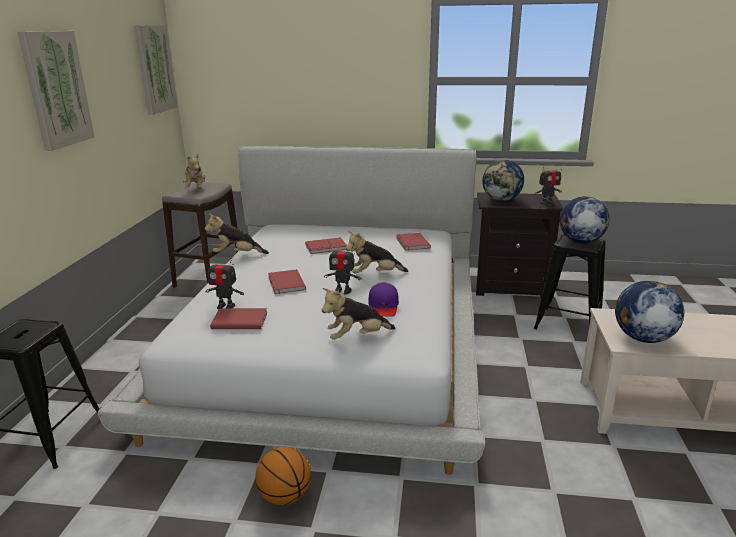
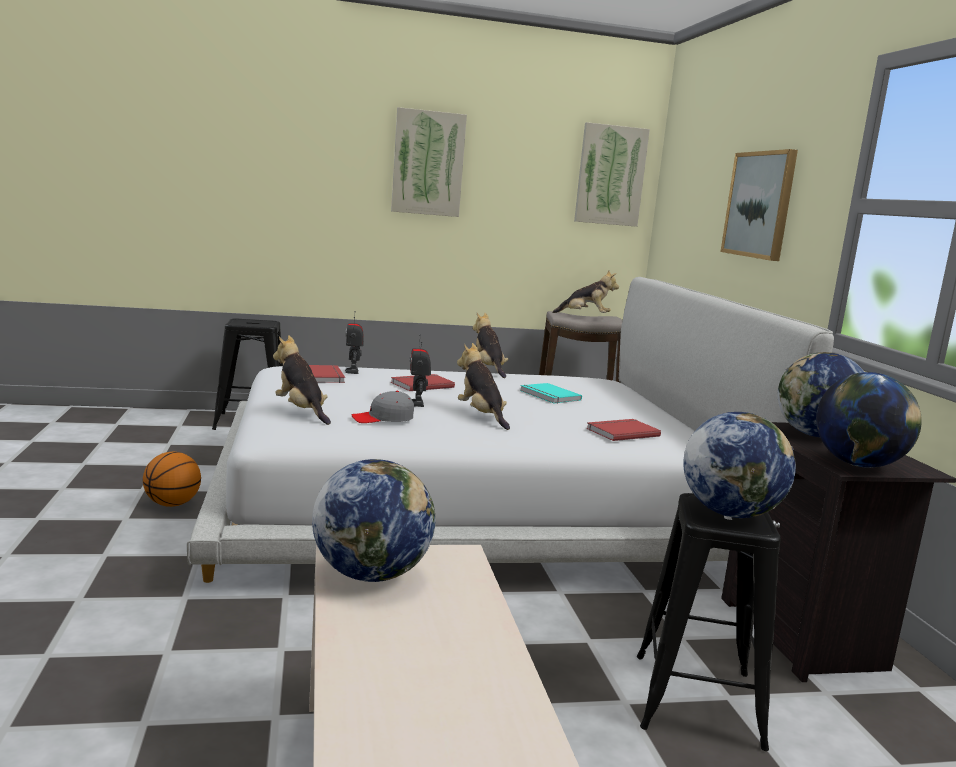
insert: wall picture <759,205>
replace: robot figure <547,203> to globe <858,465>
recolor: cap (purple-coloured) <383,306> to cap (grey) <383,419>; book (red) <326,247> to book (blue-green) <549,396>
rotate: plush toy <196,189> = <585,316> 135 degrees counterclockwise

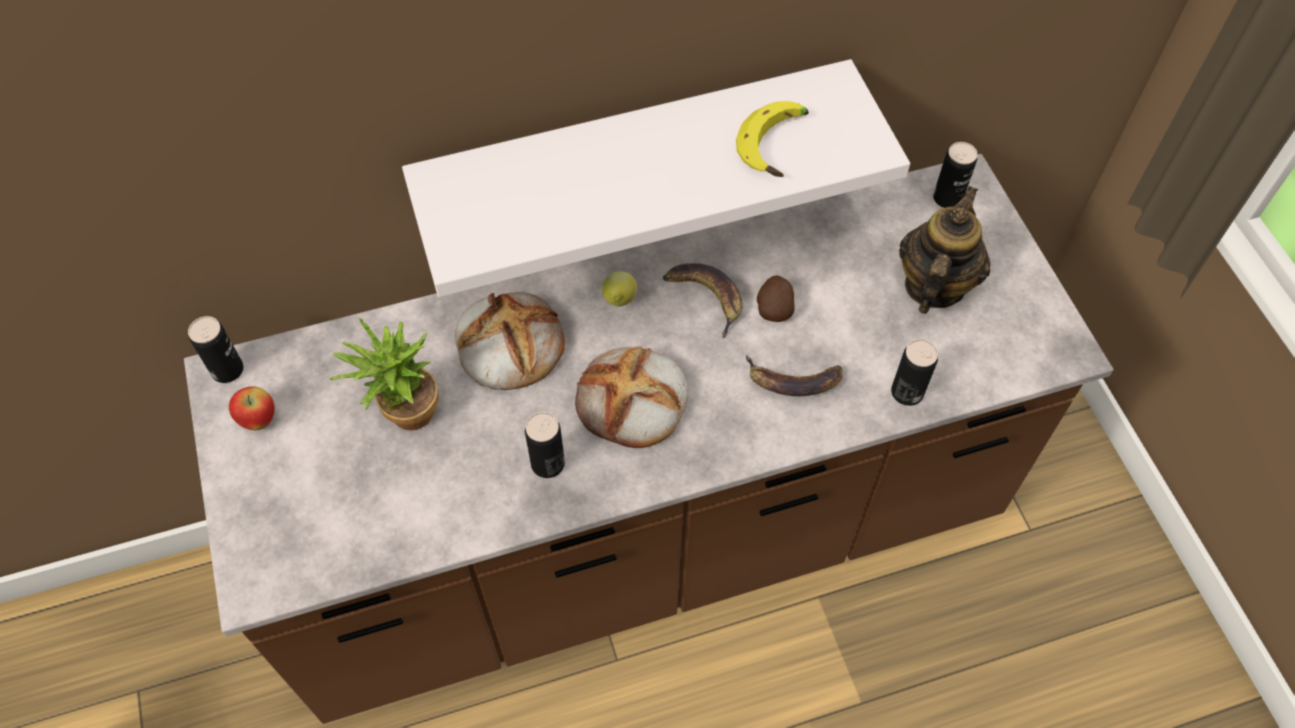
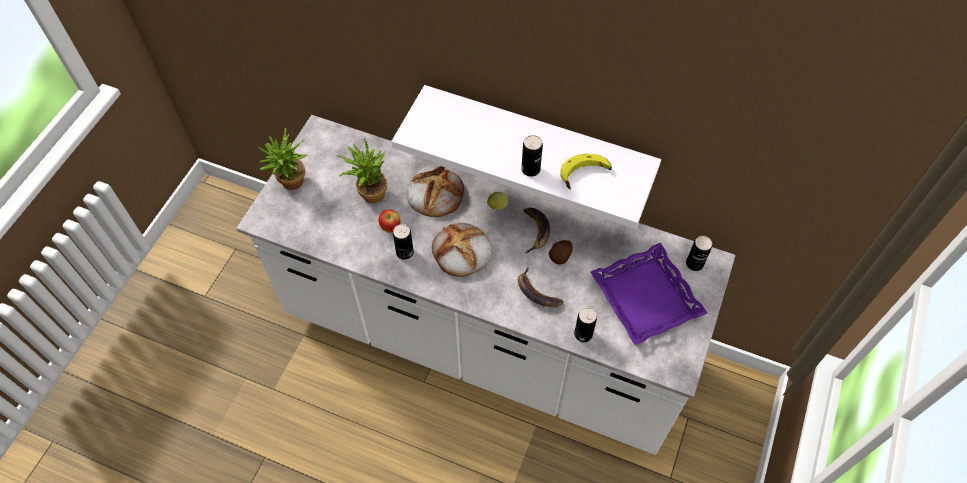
insert: plant in a pot <291,185>
move: apple fruit <258,419> to <390,227>; metal can <227,370> to <530,169>
replace: teapot <933,285> to carrying tray (purple-coloured) <645,297>
recolor: kitchen base unit (brown-coloured) <647,538> to kitchen base unit (white) <483,340>

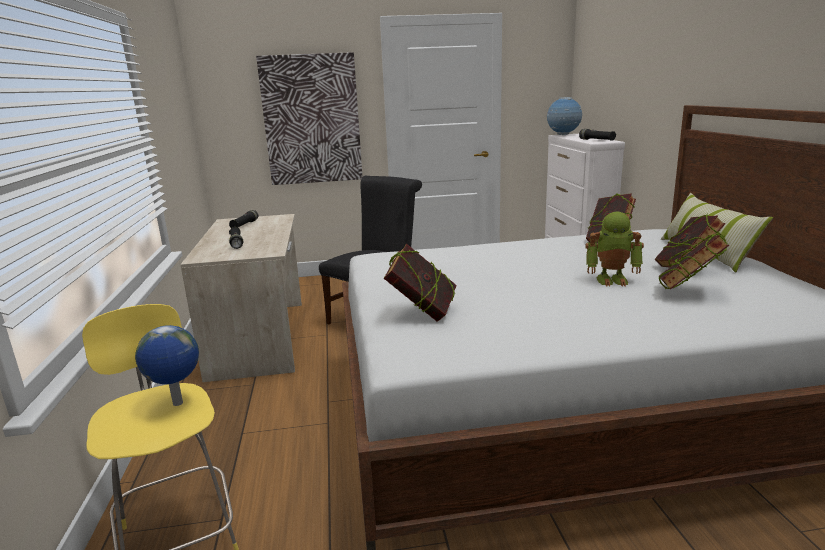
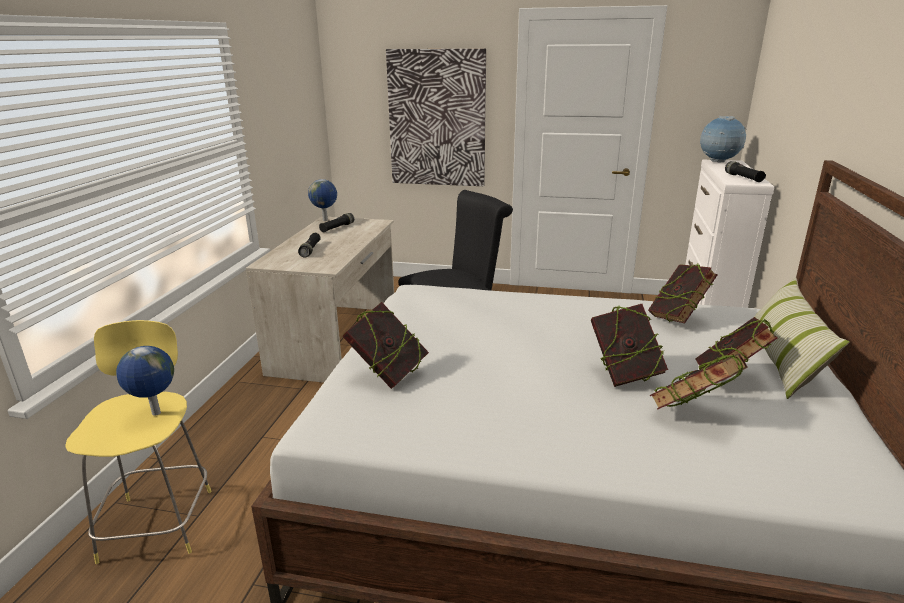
insert: globe <325,220>
replace: robot figure <612,279> to book <624,375>

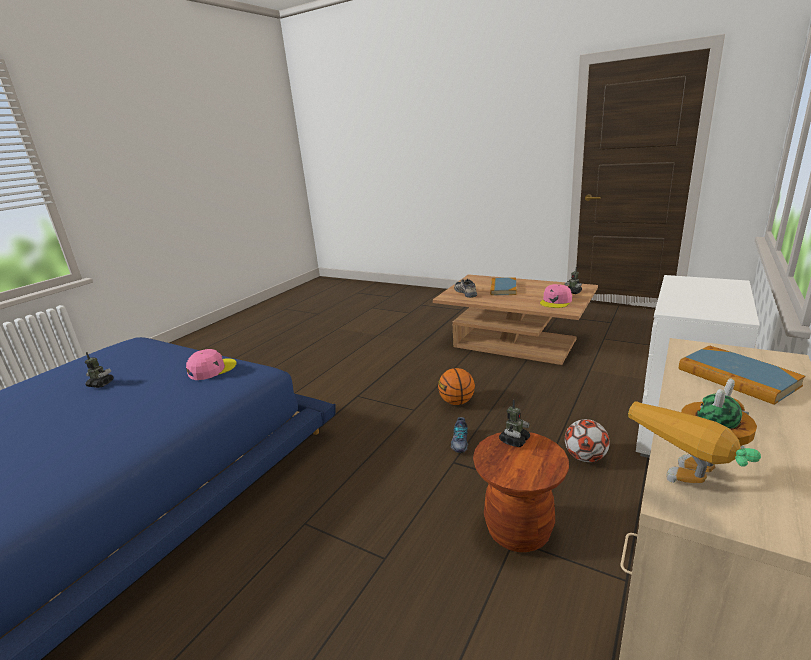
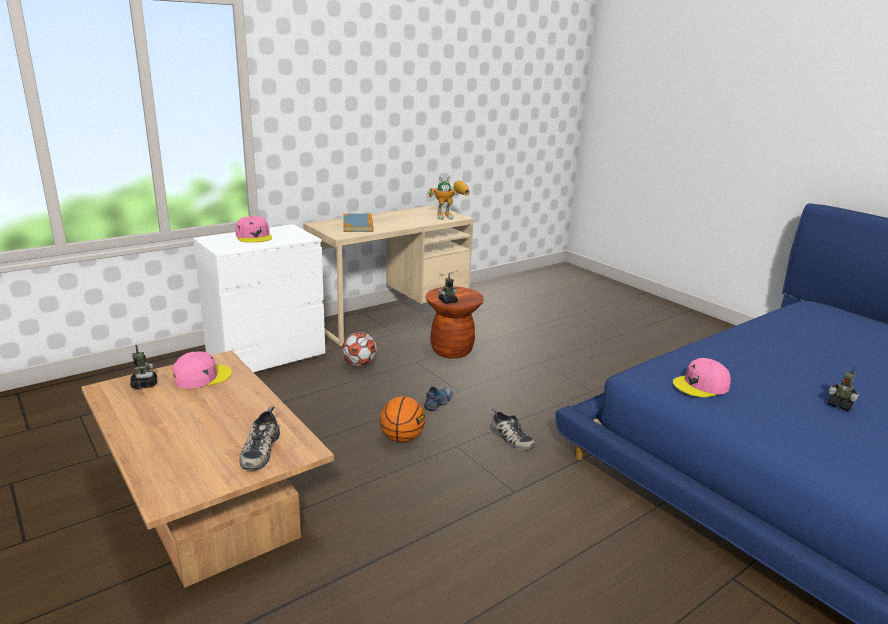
delete: book <503,288>
insert: cap (pink-coloured) <254,236>; item of footwear <510,438>

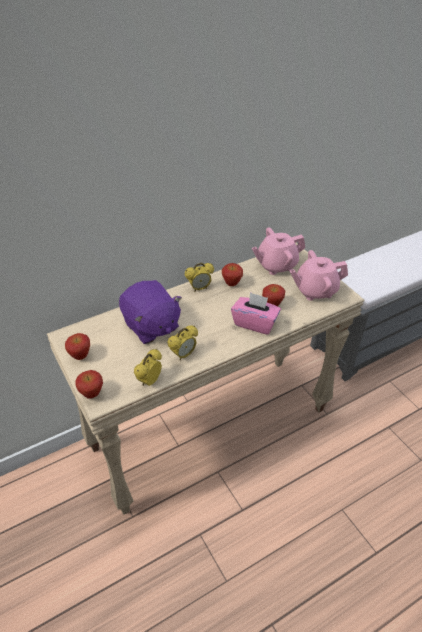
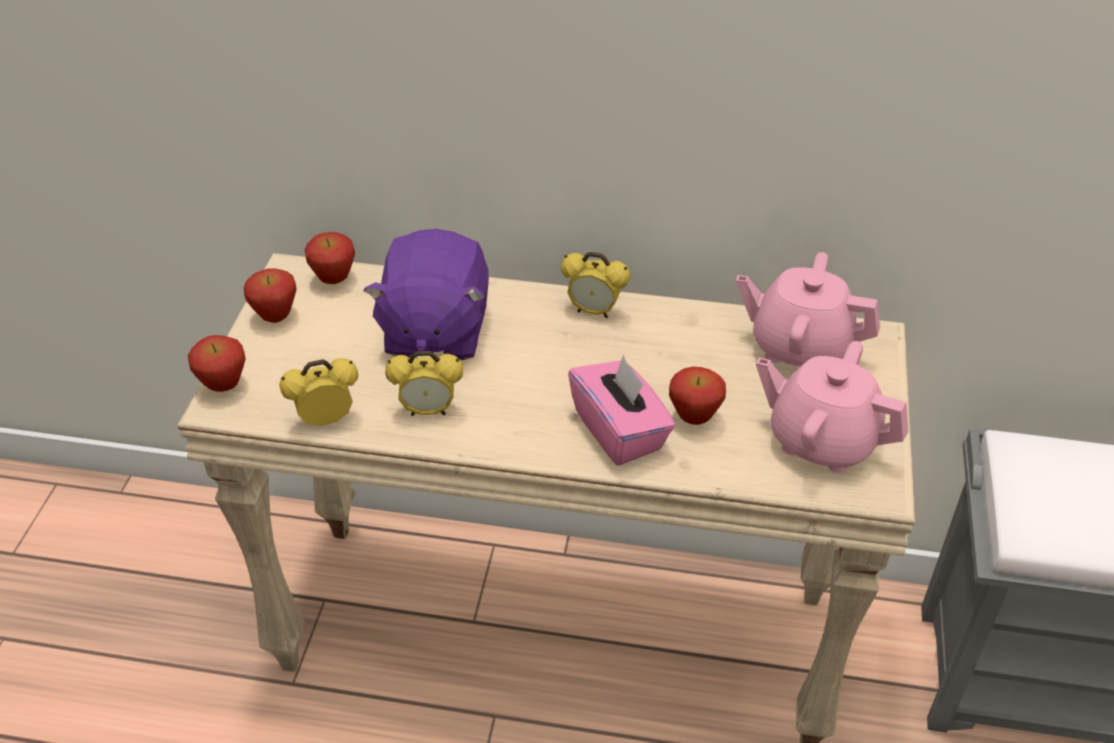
move: apple fruit <232,284> to <334,280>

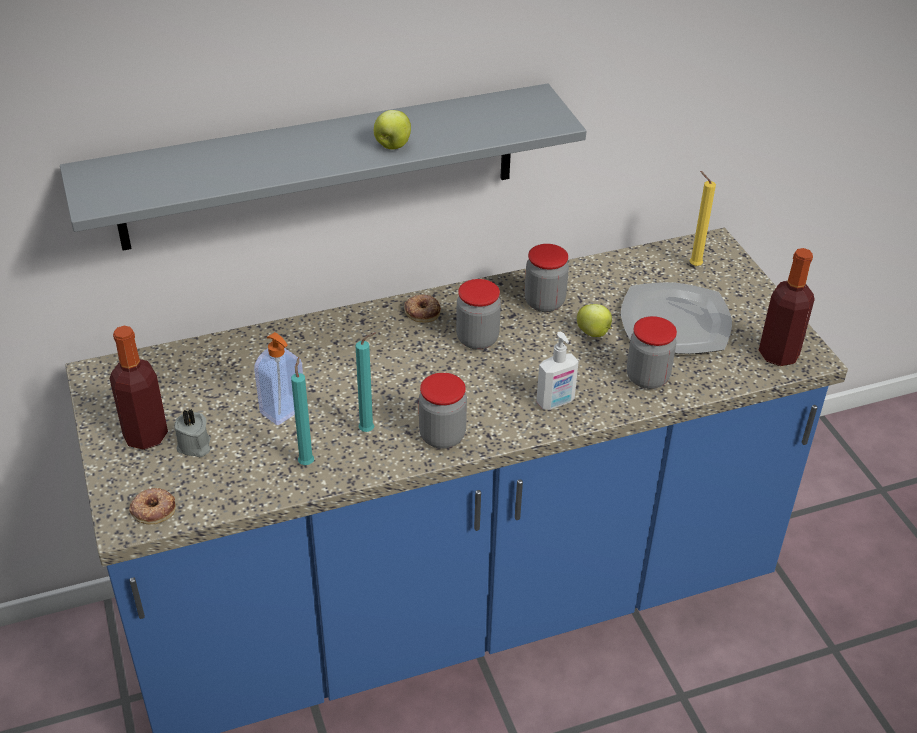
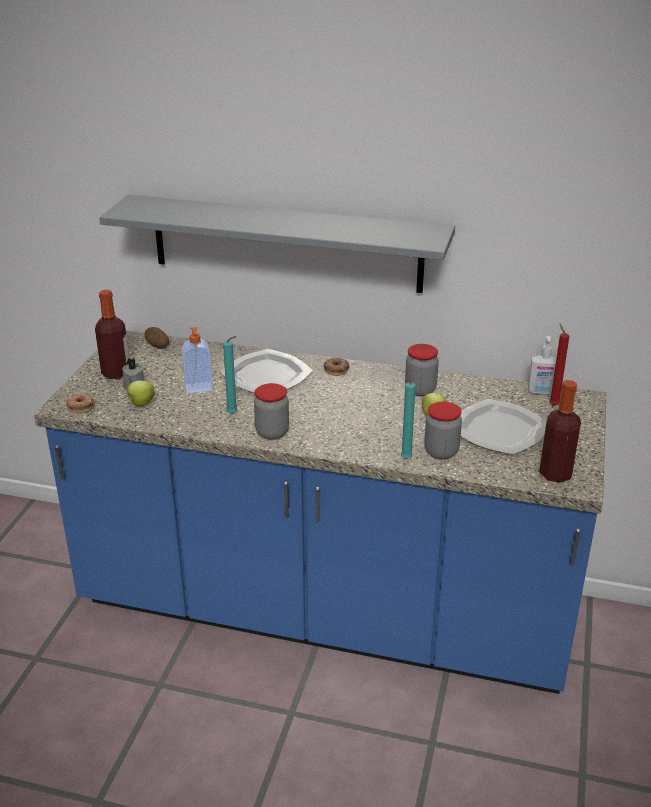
delete: preserve jar <477,339>
insert: spud <157,346>; plate <266,376>
move: apple fruit <392,146> to <141,404>; wax candle (blue-green) <307,462> to <407,458>; soap bottle <555,402> to <541,392>
recolor: wax candle (yellowish) <693,265> to wax candle (red) <553,404>

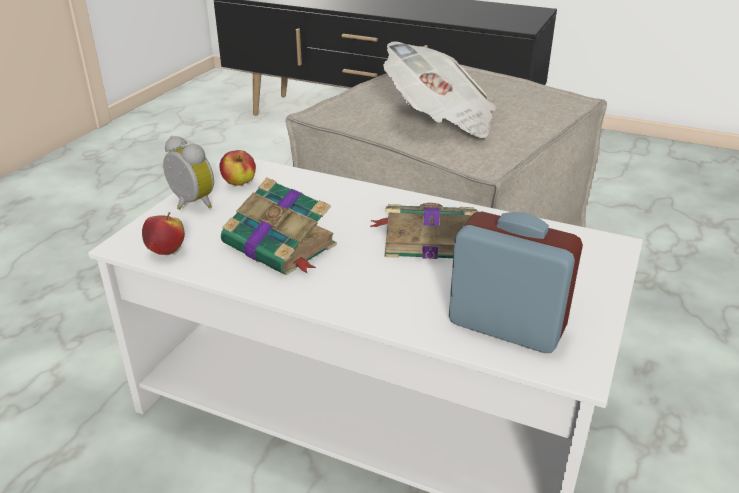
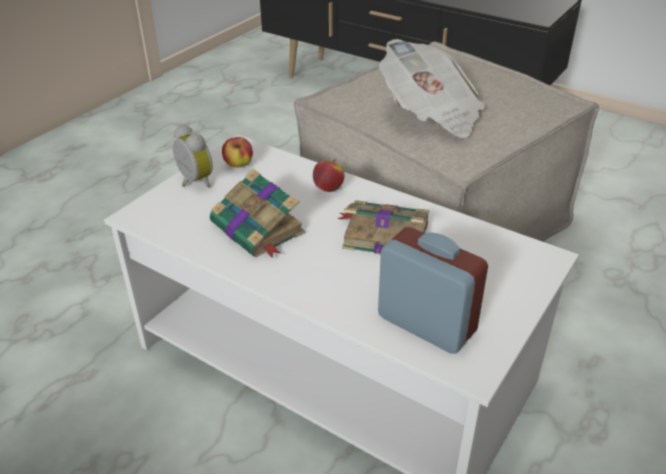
move: apple fruit <166,251> to <328,188>

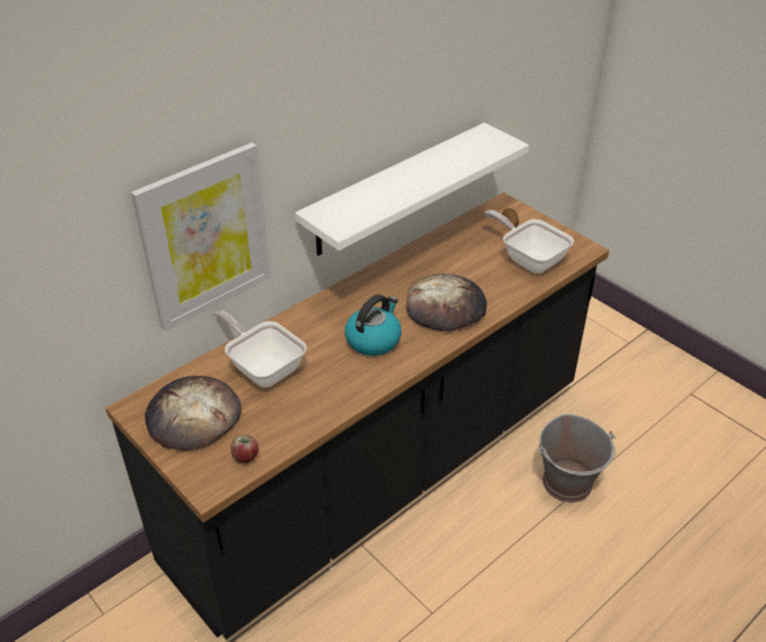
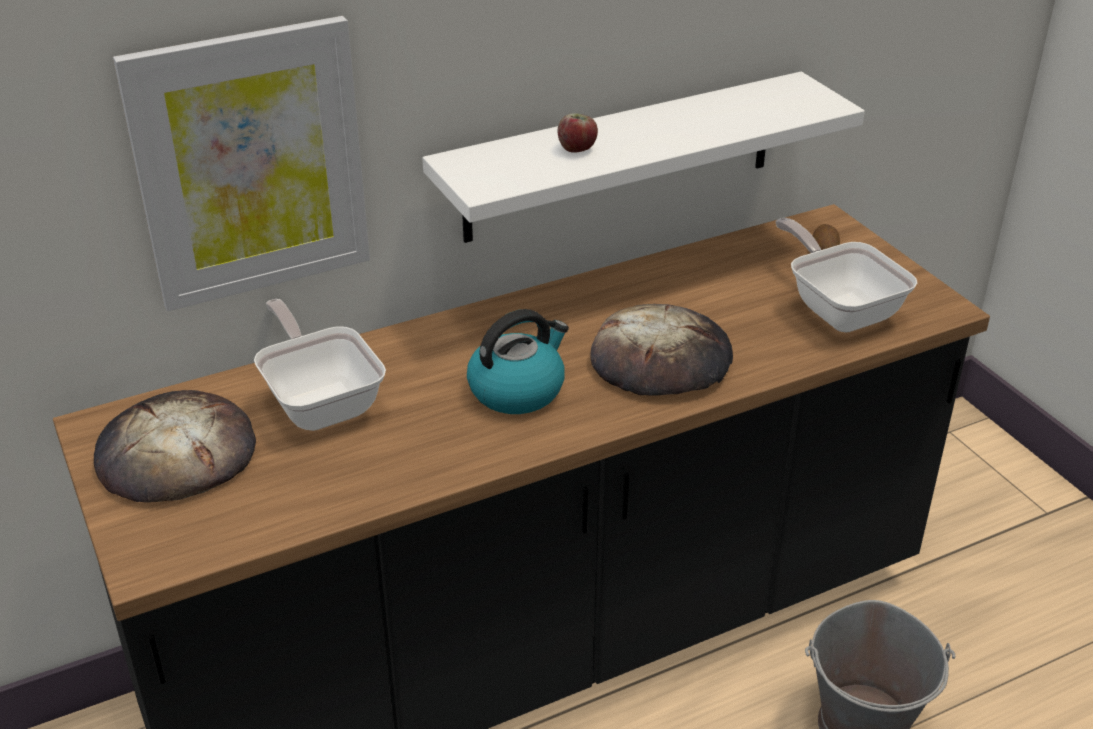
move: apple fruit <246,457> to <577,149>

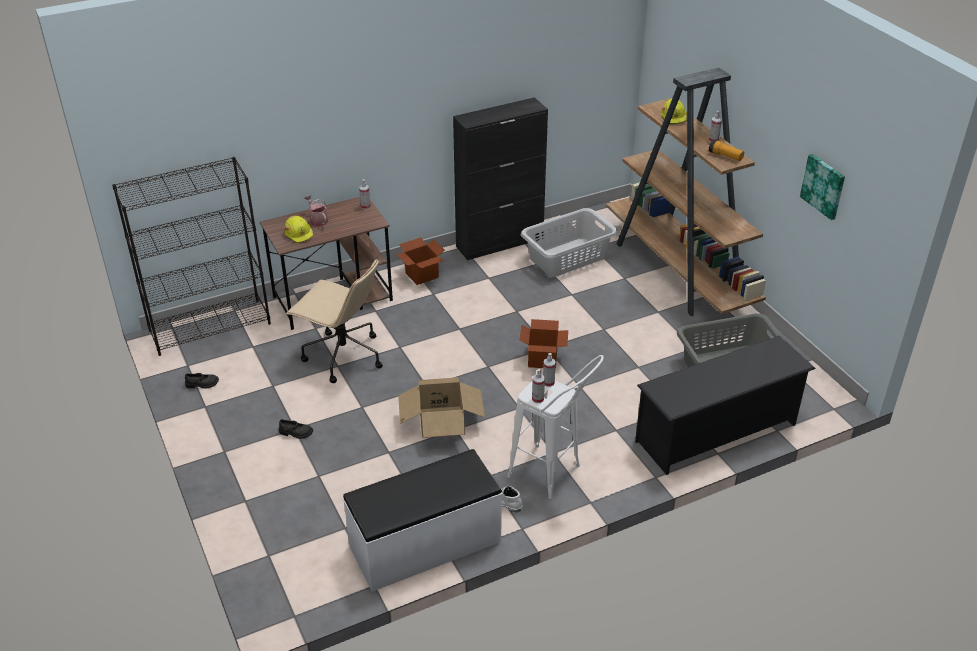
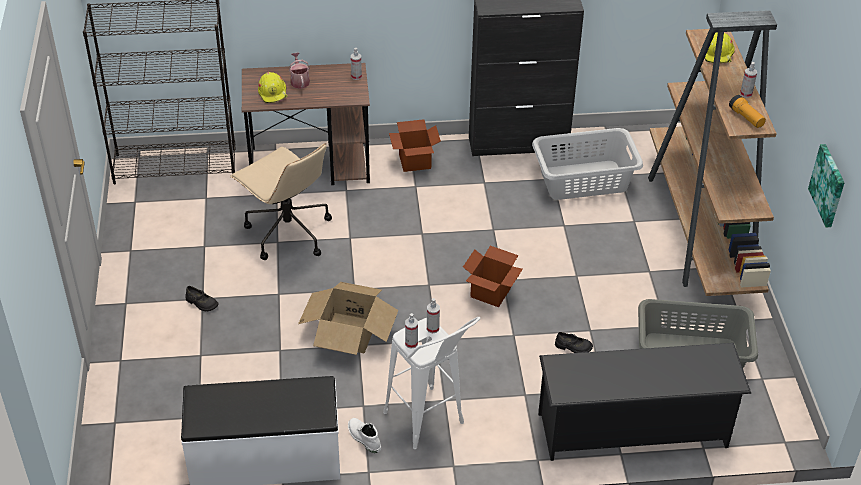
move: item of footwear (blackish) <202,384> to <573,347>

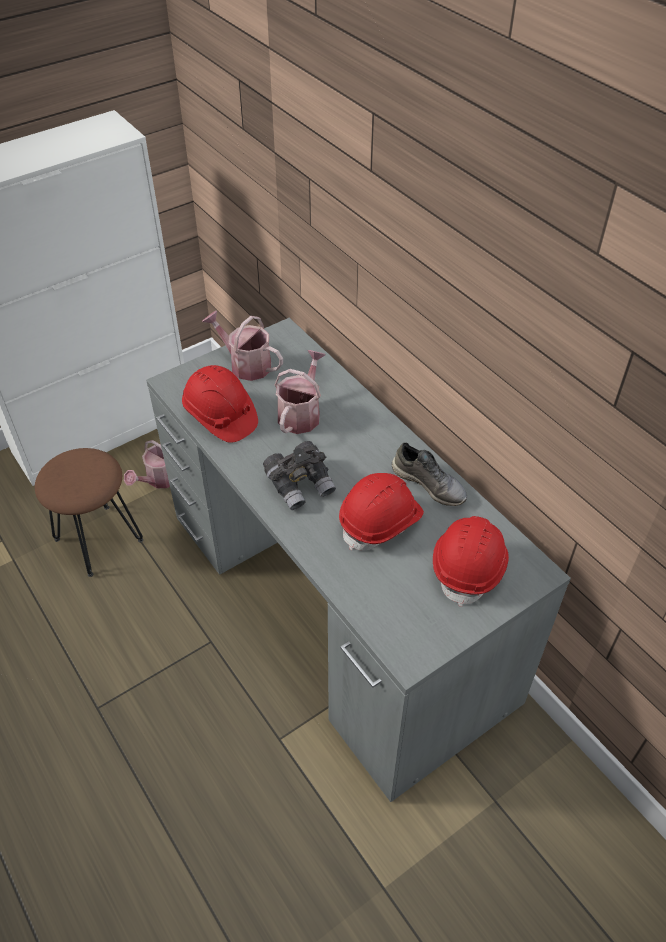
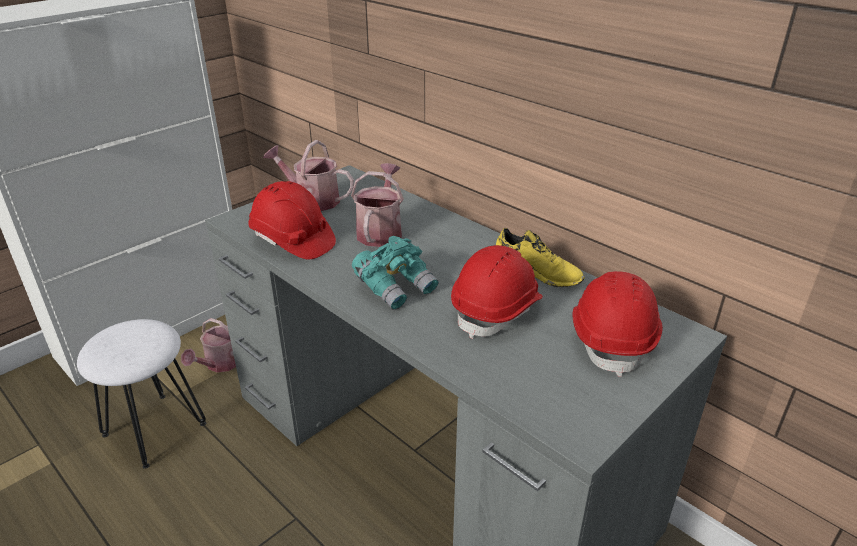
recolor: sitting stool (brown-coloured) <99,539> to sitting stool (white) <155,428>; pair of binoculars (grey) <300,485> to pair of binoculars (blue-green) <396,287>; item of footwear (grey) <429,483> to item of footwear (yellowish) <537,272>

